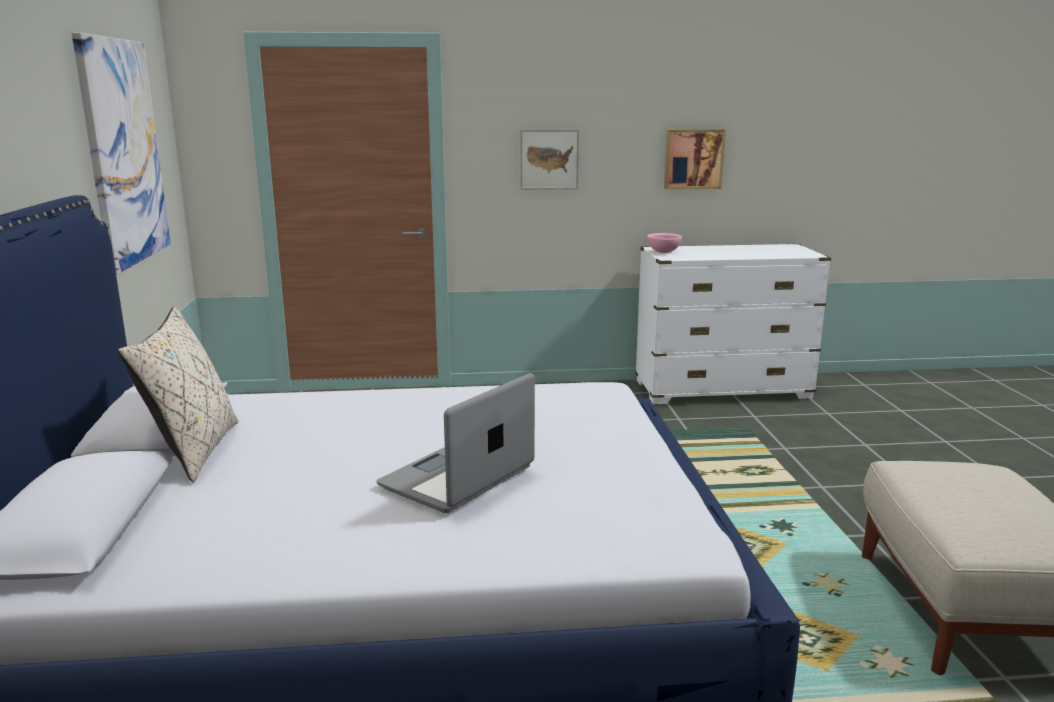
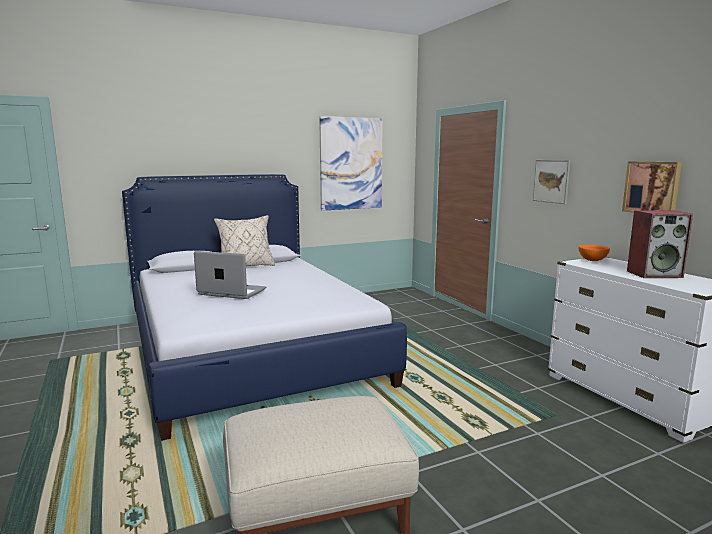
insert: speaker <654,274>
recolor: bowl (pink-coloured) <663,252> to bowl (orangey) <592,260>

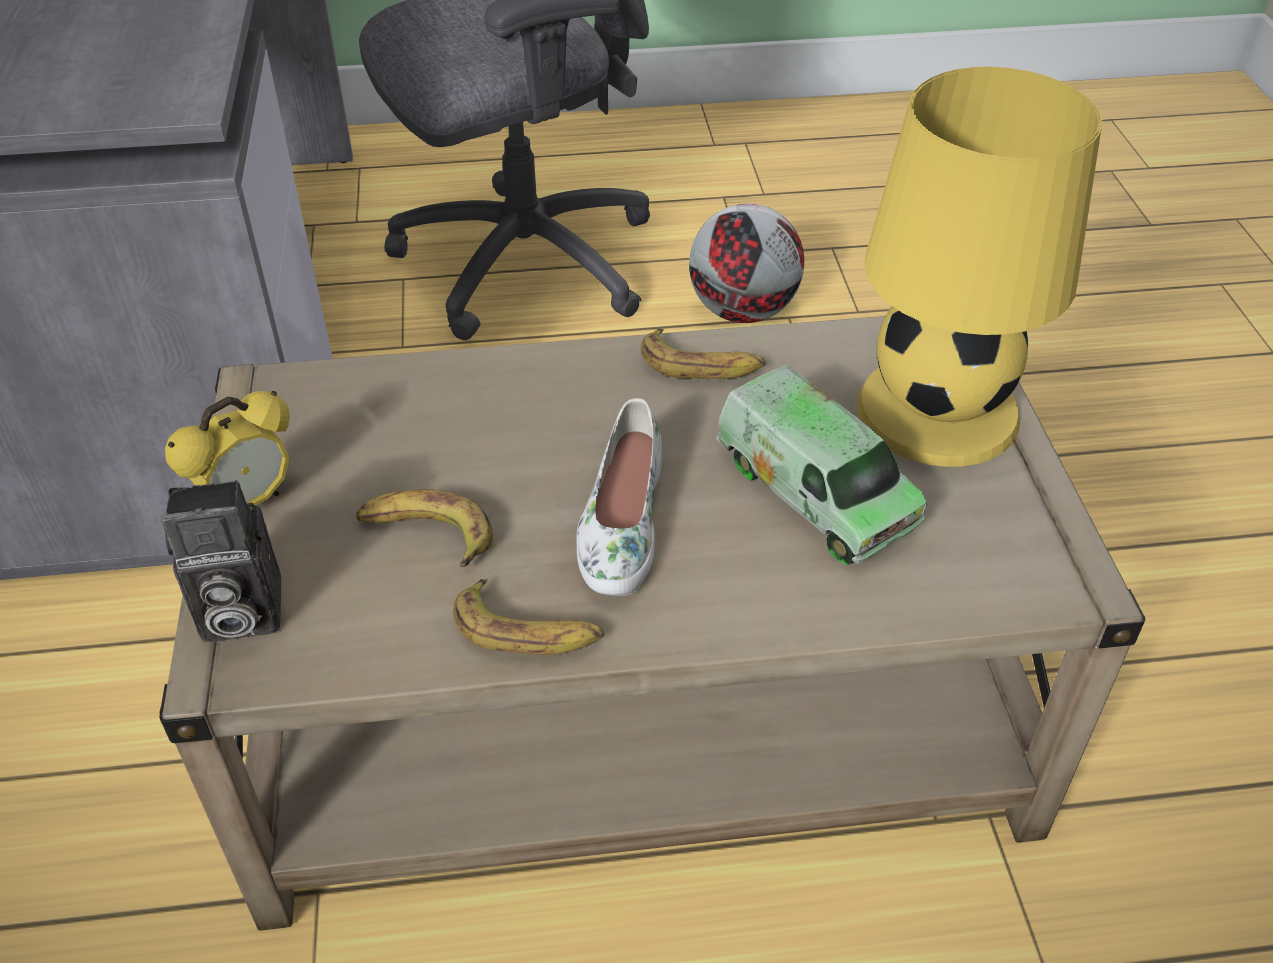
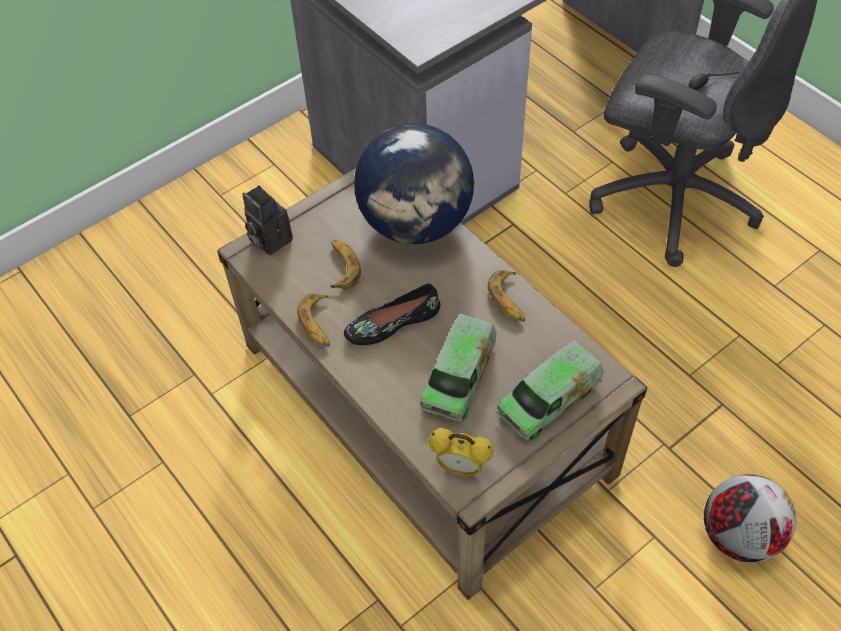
insert: globe <416,223>
move: bedside clock <249,502> to <460,468>; football ball <741,311> to <738,534>
replace: tabletop lamp (yellowish) <939,409> to toy truck <549,400>
recolor: item of footwear (white) <620,523> to item of footwear (blackish) <392,322>

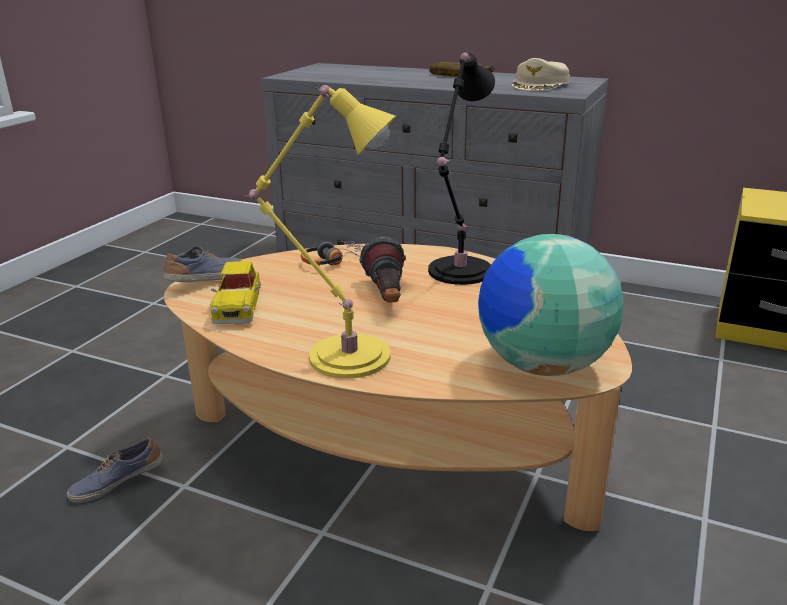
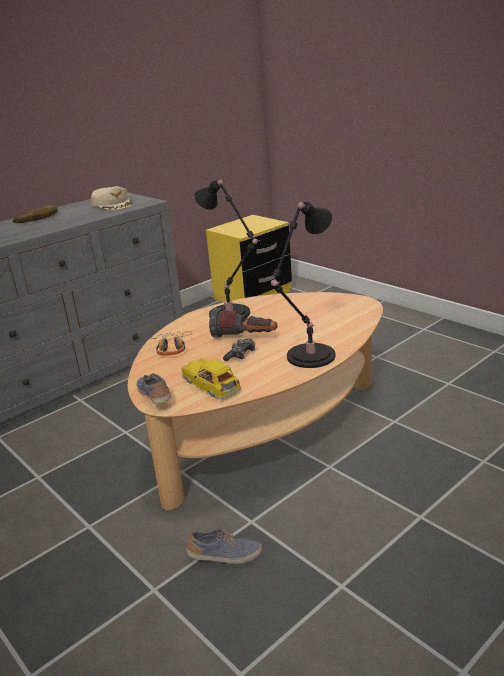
delete: globe <542,365>
insert: joypad <241,355>
recolor: tabletop lamp (yellowish) <343,355> to tabletop lamp (blackish) <308,358>
rotate: miniature car <238,305> = <212,386> 150 degrees counterclockwise; item of footwear <117,482> = <225,556> 90 degrees counterclockwise

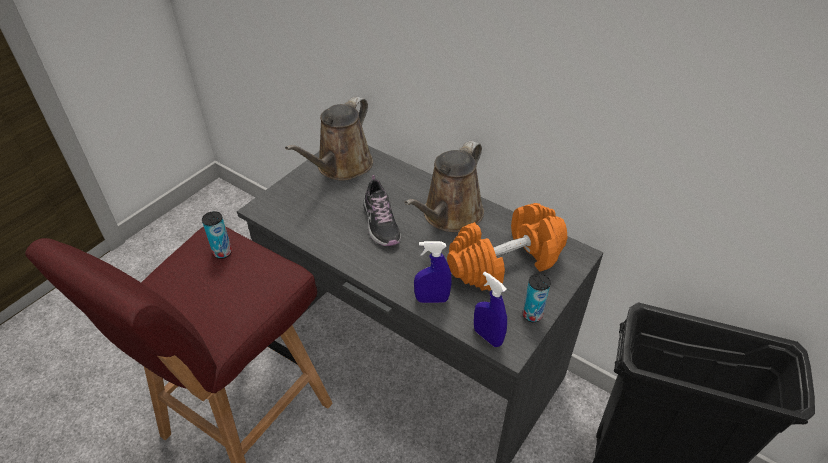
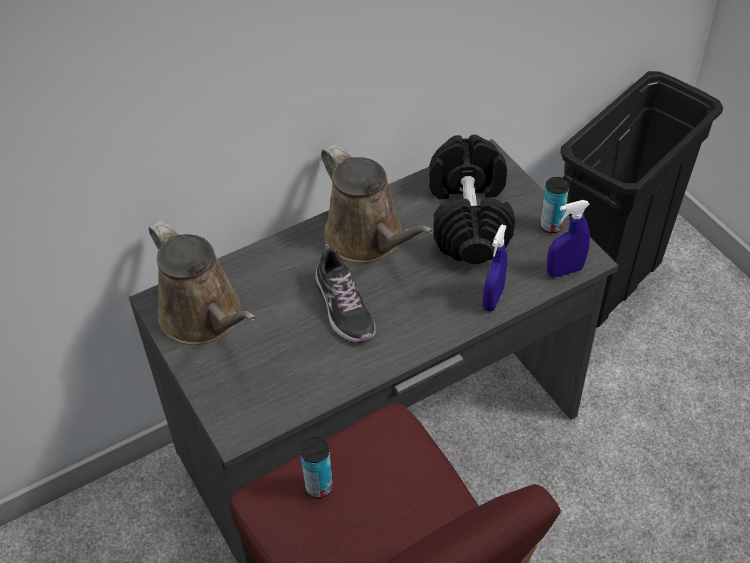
recolor: dumbbell (orangey) <505,263> to dumbbell (blackish) <469,219>
rotate: item of footwear <381,223> = <344,308> 60 degrees clockwise

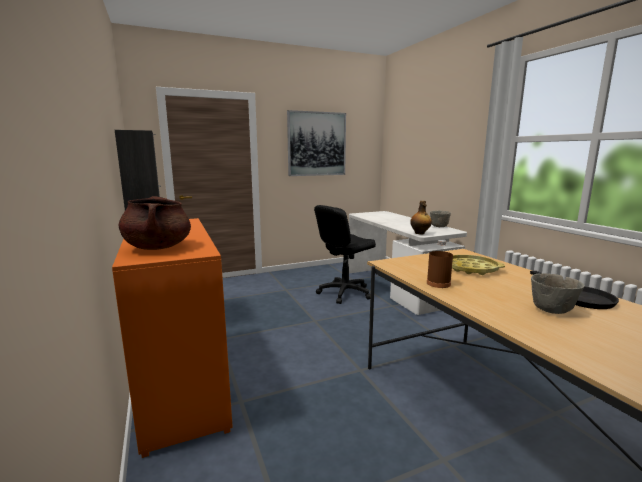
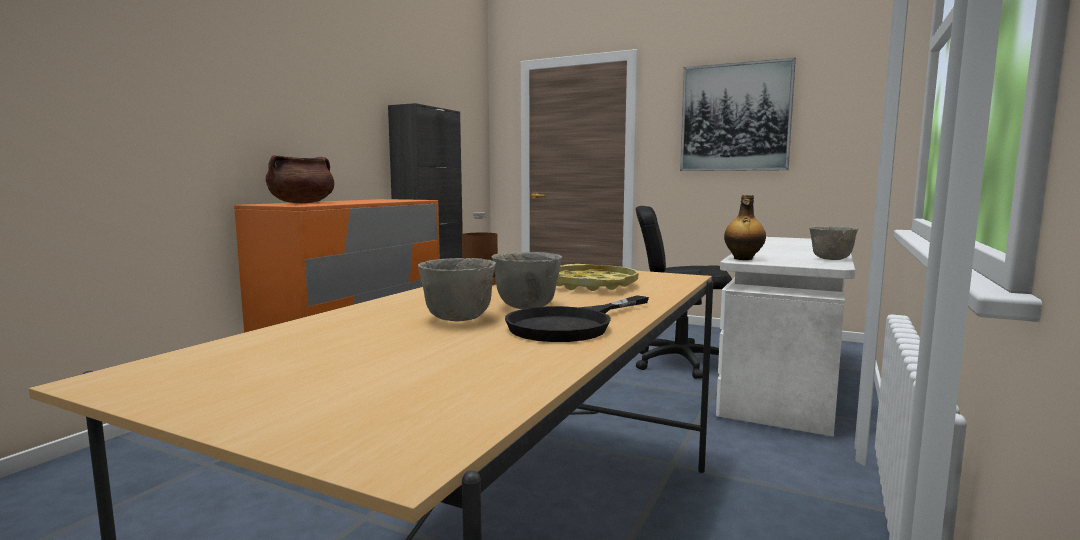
insert: bowl (grey) <526,306>

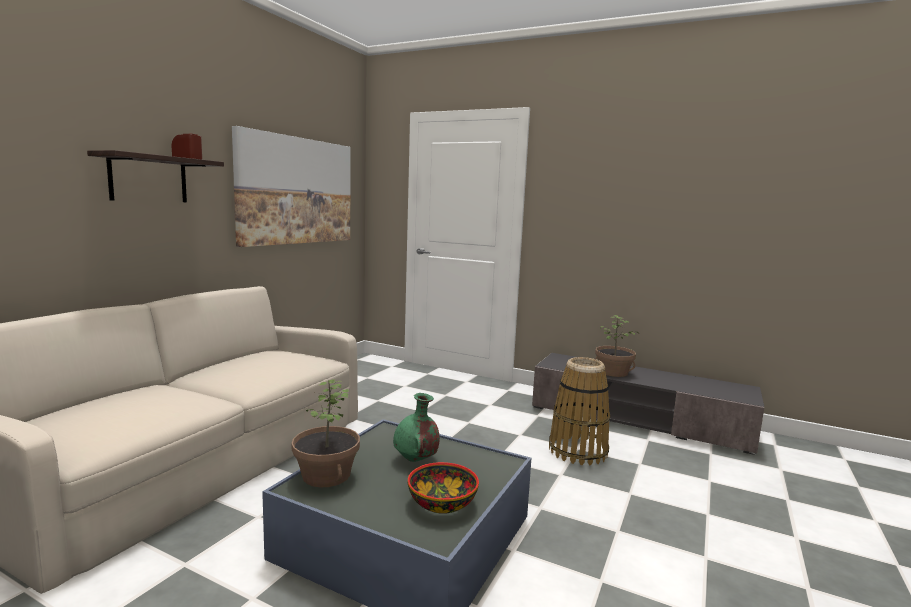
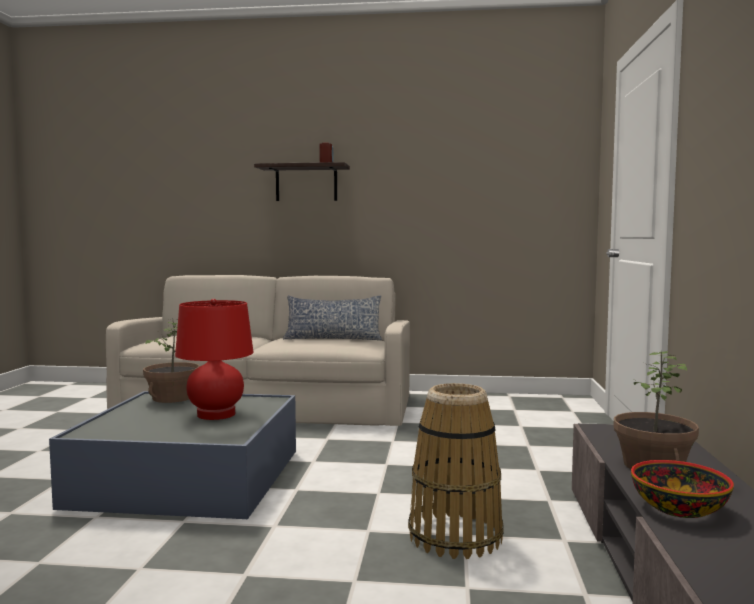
delete: wall picture <296,191>
insert: throw pillow <333,338>
move: bowl <441,504> to <677,508>
replace: vase (green) <416,460> to tabletop lamp (red) <216,414>

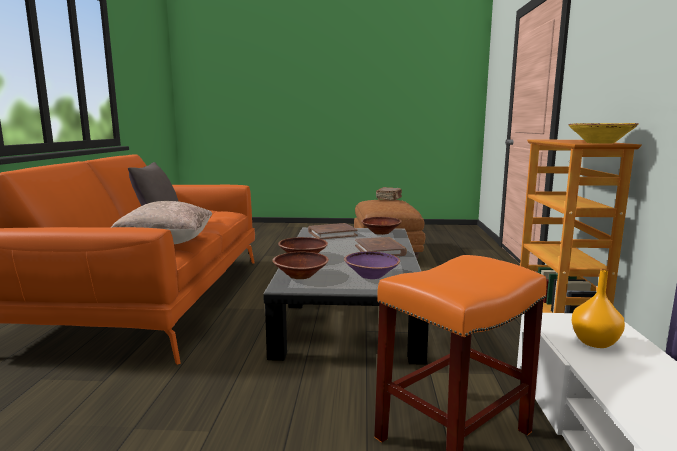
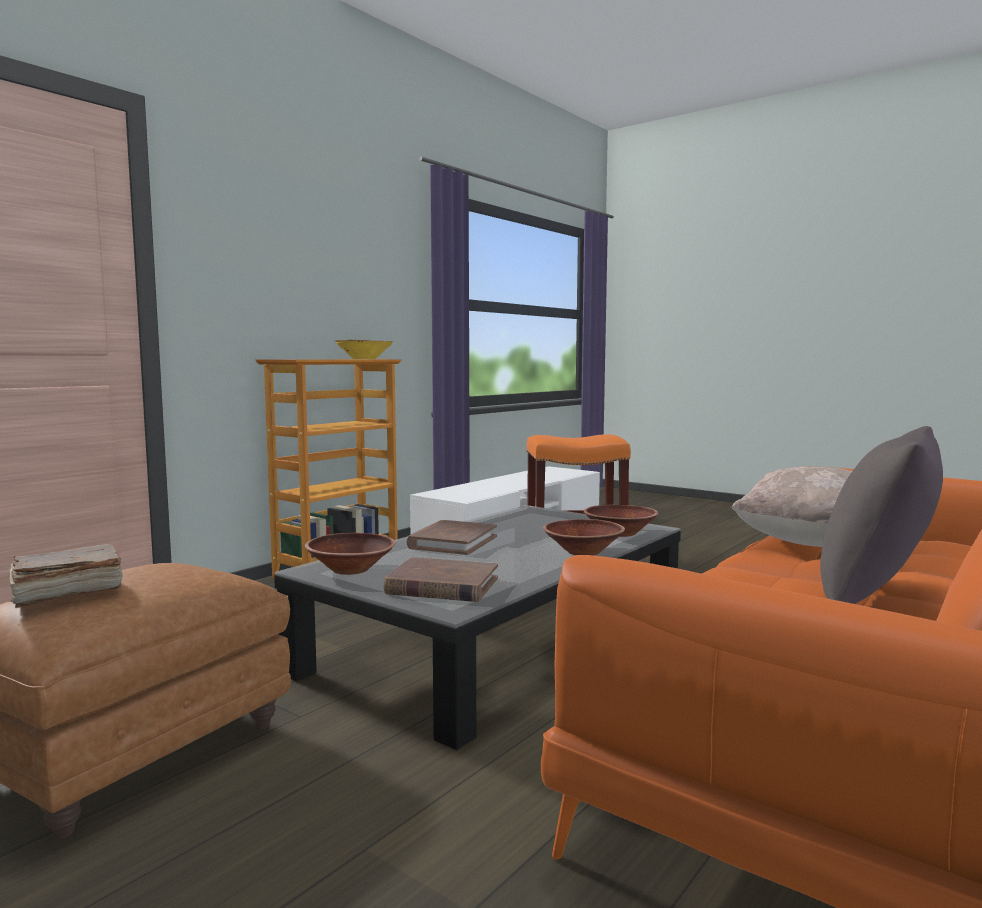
delete: bowl (purple-coloured) <371,275>; vase (orangey) <595,343>

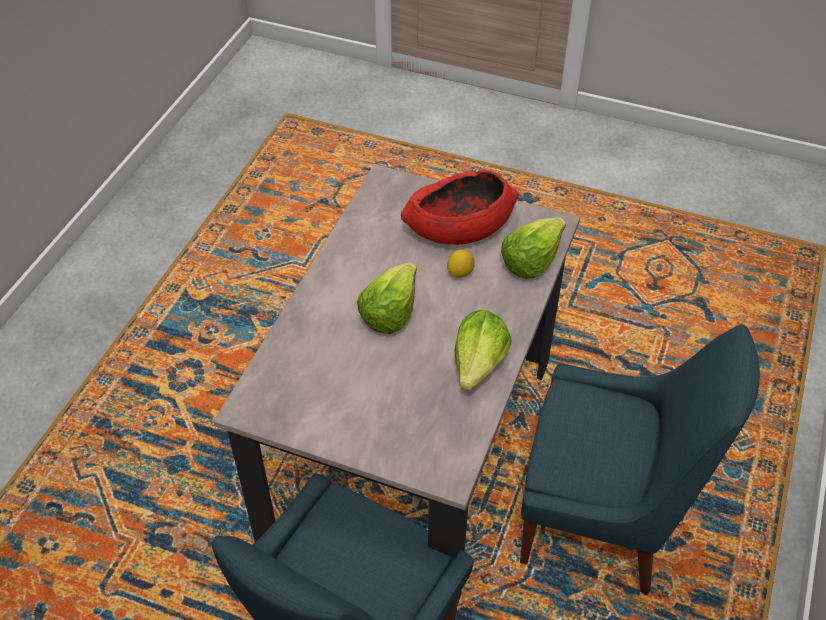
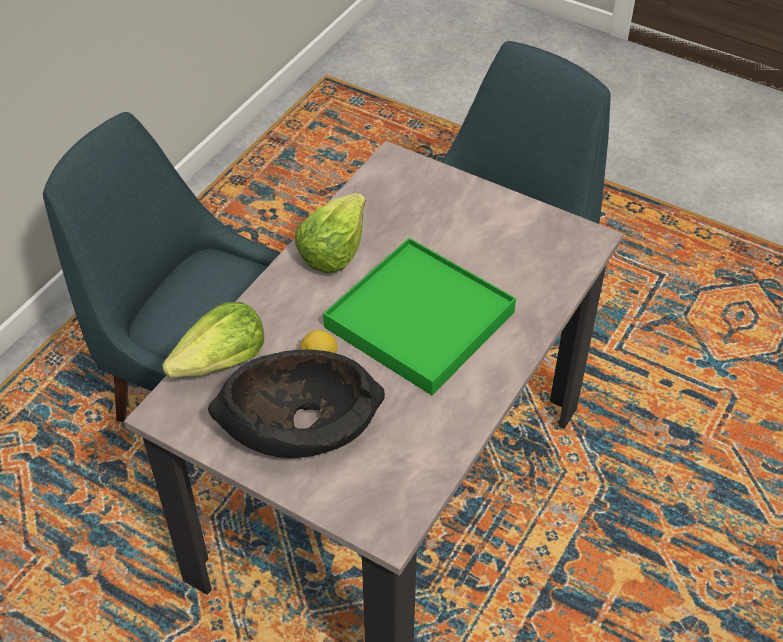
replace: lettuce <389,312> to carrying tray (green) <420,320>
recolor: bowl (red) <458,227> to bowl (blackish) <300,425>

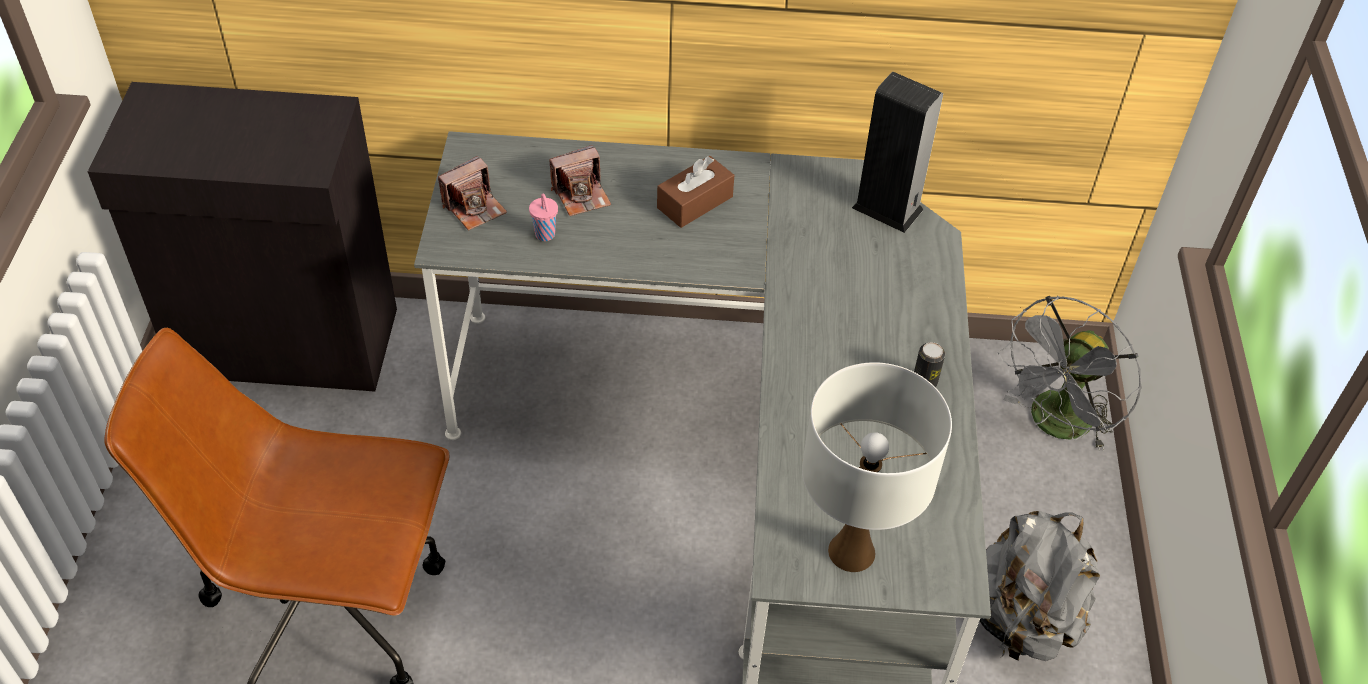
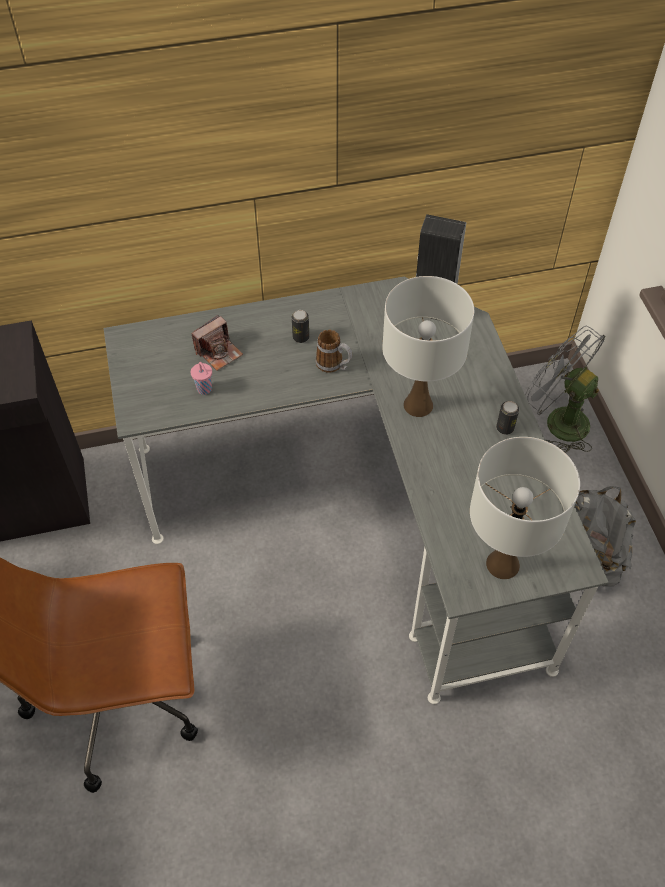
delete: photo camera <474,207>
insert: mug <334,365>; tabletop lamp (white) <417,404>
replace: tissue holder (brown-coloured) <695,202> to metal can <301,337>
rotate: fan (grey) <1055,426> = <558,420> 105 degrees clockwise

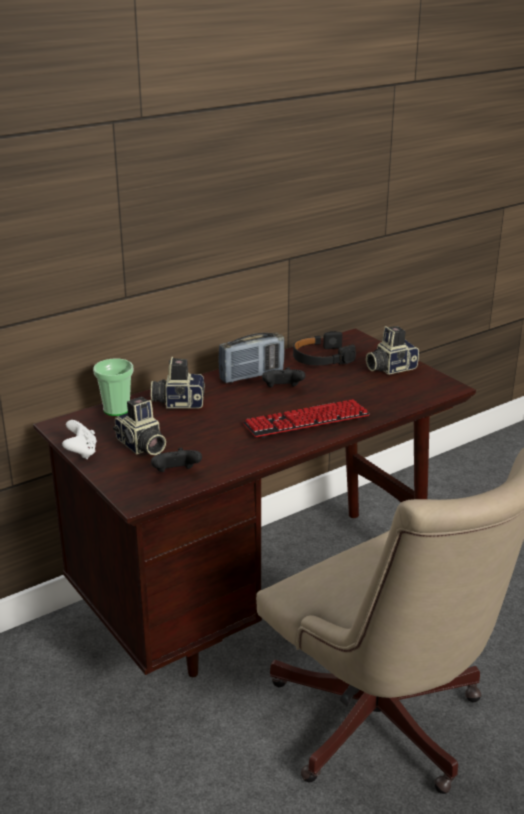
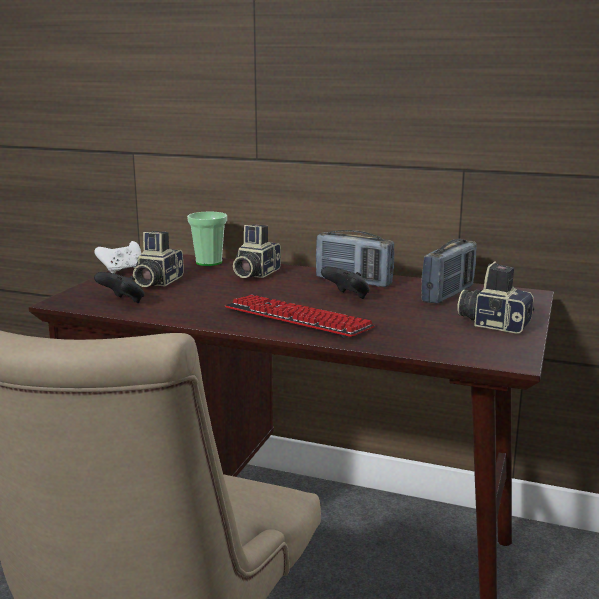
replace: headset (blackish) <321,358> to radio set <448,294>
rotate: photo camera <178,402> = <254,273> 120 degrees counterclockwise

